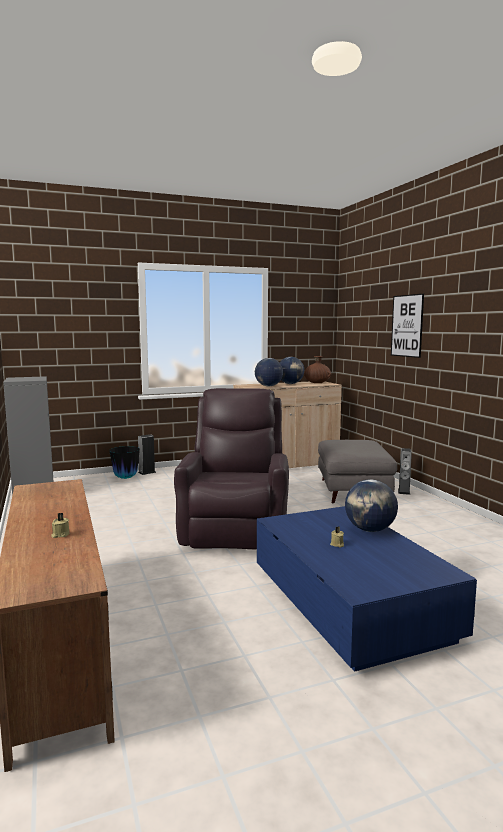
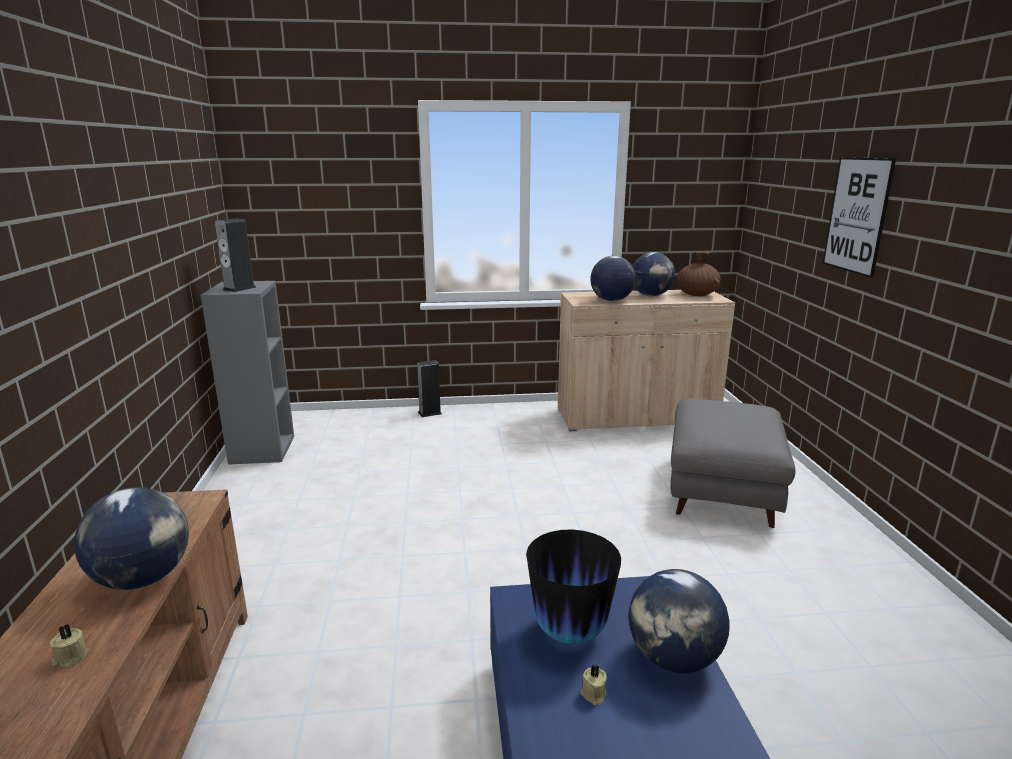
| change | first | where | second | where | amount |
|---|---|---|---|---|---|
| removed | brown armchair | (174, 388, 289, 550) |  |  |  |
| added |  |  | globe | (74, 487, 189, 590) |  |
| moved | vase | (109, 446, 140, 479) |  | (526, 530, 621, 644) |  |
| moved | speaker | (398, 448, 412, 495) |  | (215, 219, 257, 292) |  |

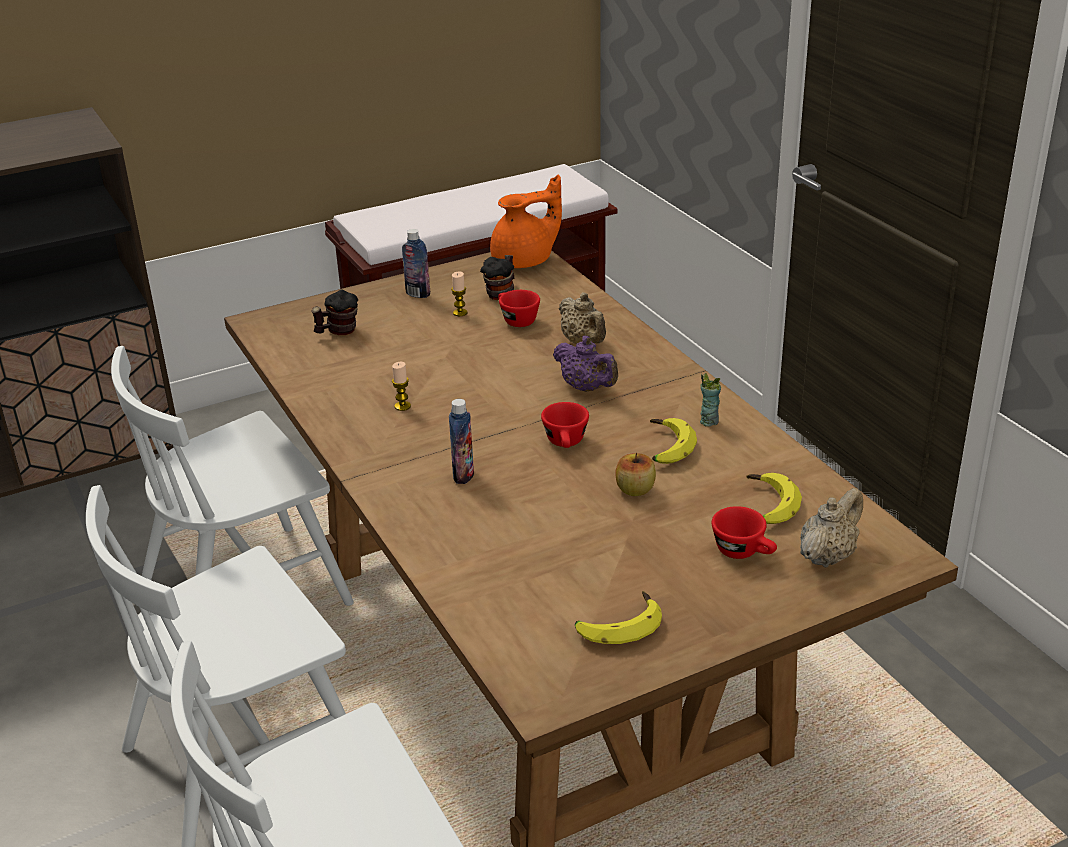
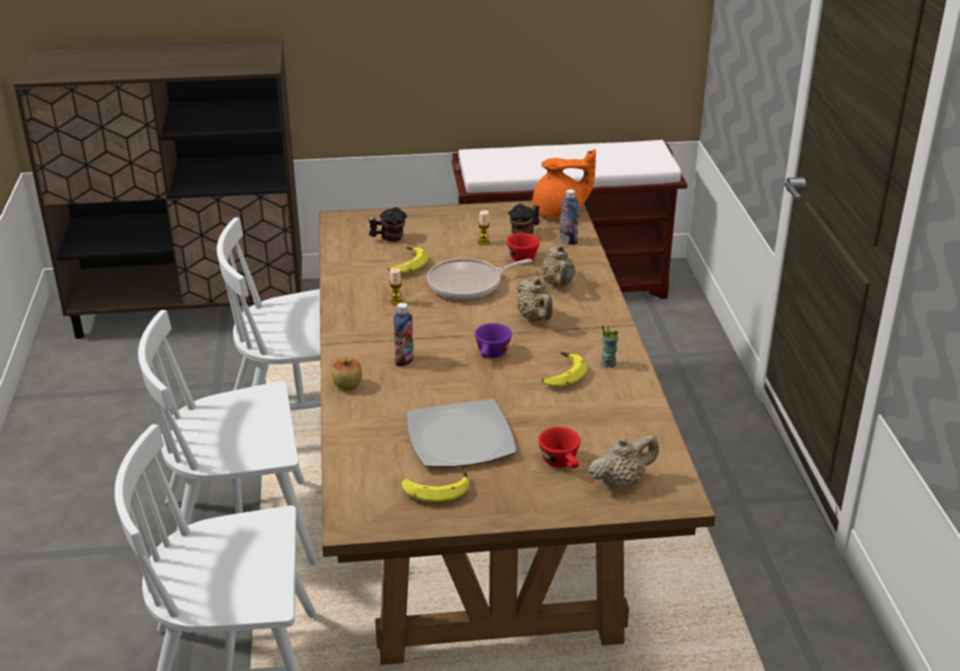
| change | first | where | second | where | amount |
|---|---|---|---|---|---|
| added |  |  | plate | (406, 399, 516, 467) |  |
| added |  |  | frying pan | (427, 258, 532, 300) |  |
| moved | bottle | (402, 229, 430, 298) |  | (560, 189, 579, 245) |  |
| moved | apple | (615, 453, 656, 496) |  | (331, 357, 362, 390) |  |
| moved | banana | (747, 473, 802, 524) |  | (388, 246, 428, 275) |  |
| recoloured | red cup | (541, 402, 589, 448) | purple cup | (475, 323, 512, 358) |  |
| recoloured | purple teapot | (553, 336, 618, 392) | beige teapot | (517, 277, 553, 321) |  |

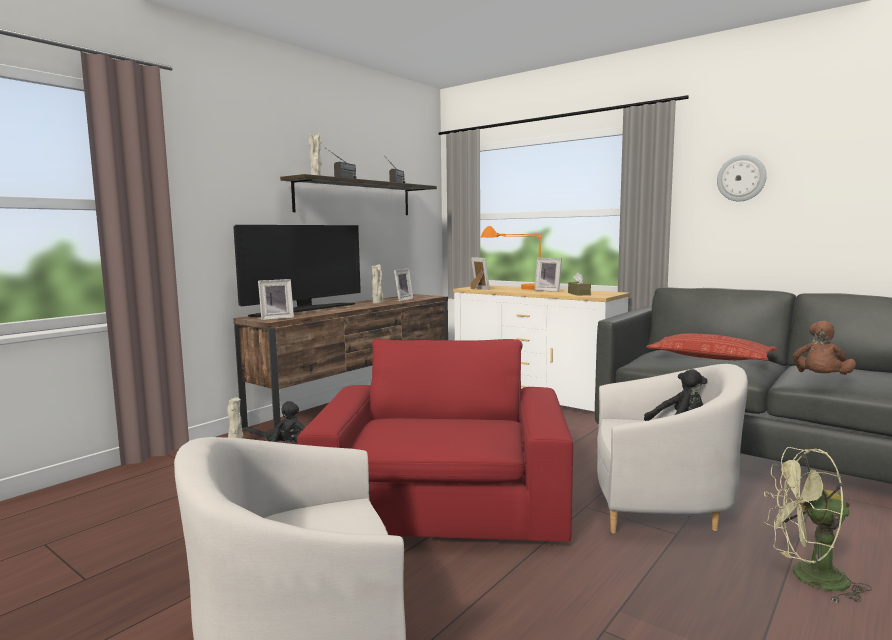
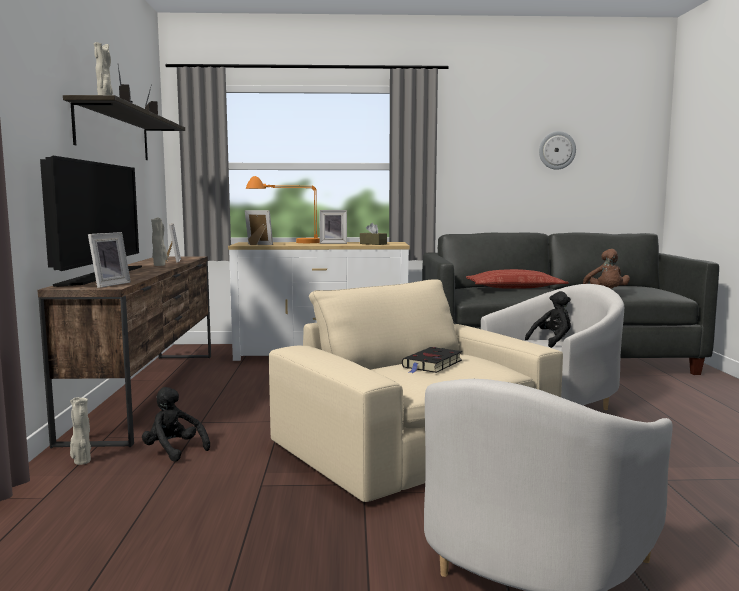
| change | first | where | second | where | amount |
|---|---|---|---|---|---|
| removed | green fan | (764, 447, 872, 603) |  |  |  |
| added |  |  | black book | (402, 347, 462, 373) |  |
| moved | wall clock | (717, 155, 767, 202) |  | (539, 131, 576, 170) |  |
| recoloured | red armchair | (297, 339, 573, 542) | beige armchair | (269, 279, 563, 502) |  |

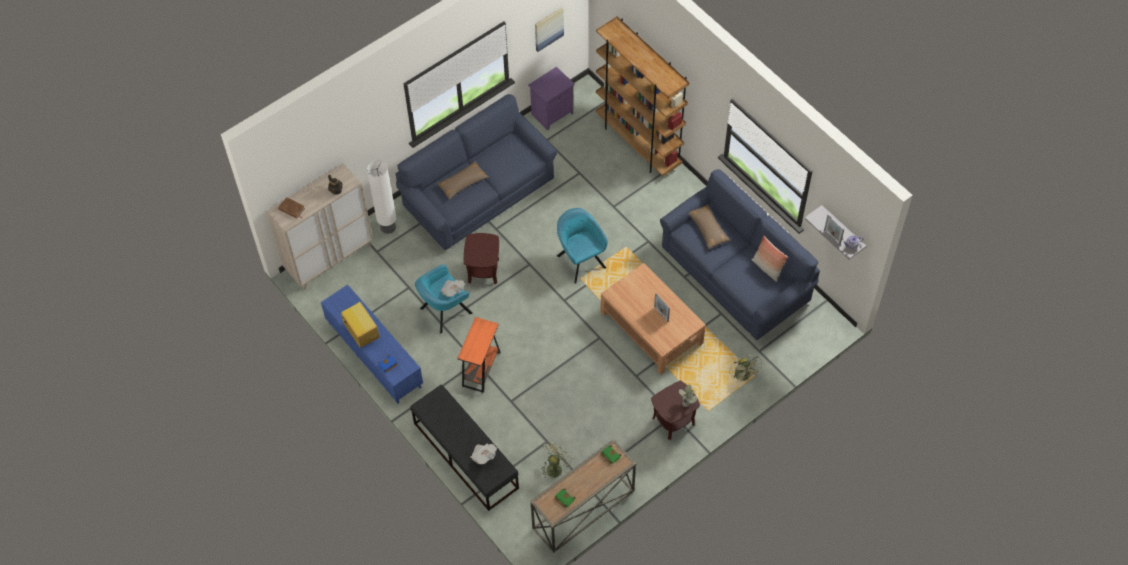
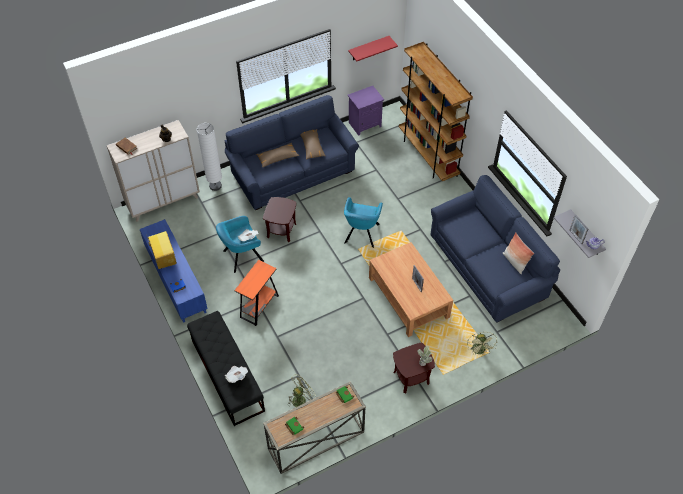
| change | first | where | second | where | amount |
|---|---|---|---|---|---|
| moved | brown pillow | (688, 204, 731, 249) |  | (300, 129, 325, 160) |  |
| replaced | picture | (535, 8, 564, 52) | red shelf | (348, 36, 398, 61) |  |
| turned | turquoise armchair | (557, 208, 608, 284) |  | (344, 197, 383, 248) | 150 degrees counterclockwise |

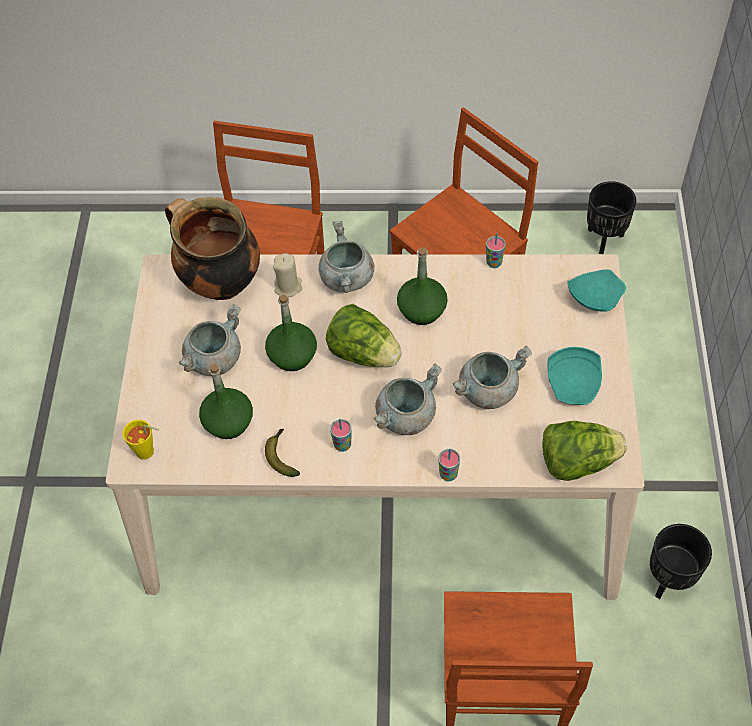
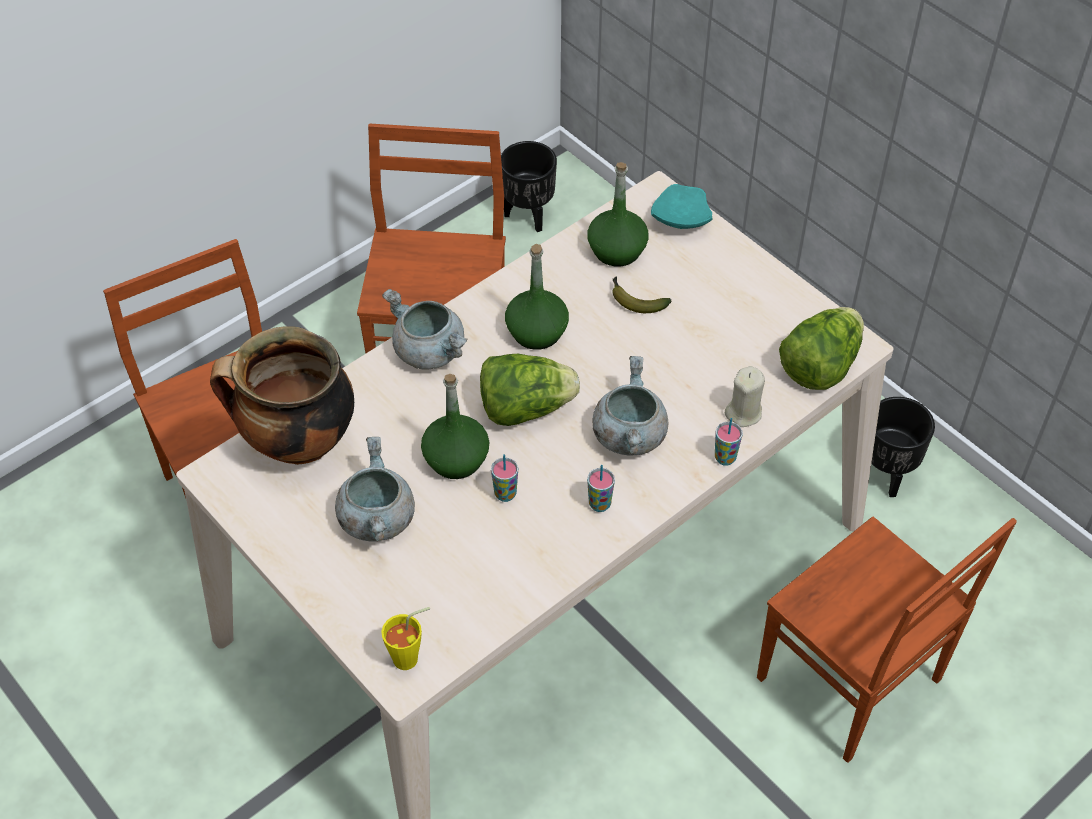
| change | first | where | second | where | amount |
|---|---|---|---|---|---|
| removed | grey cooking pot | (452, 345, 532, 409) |  |  |  |
| removed | turquoise plate | (547, 347, 602, 405) |  |  |  |
| moved | green bottle | (199, 364, 253, 439) |  | (587, 162, 649, 267) |  |
| moved | banana | (265, 429, 300, 477) |  | (612, 276, 672, 313) |  |
| moved | beige candle | (273, 253, 302, 297) |  | (725, 366, 765, 427) |  |
| moved | cup | (486, 233, 506, 268) |  | (491, 454, 518, 502) |  |

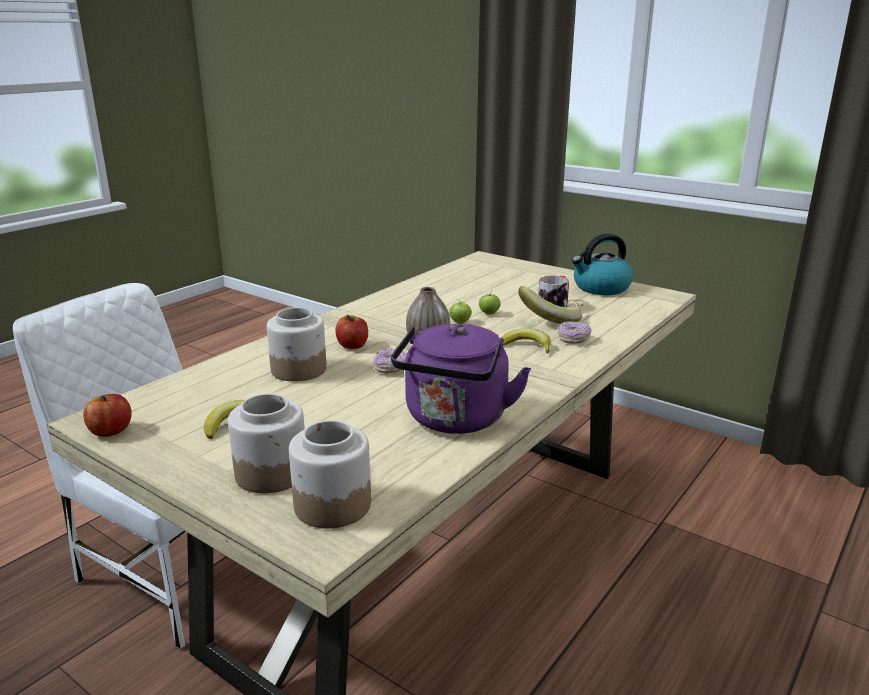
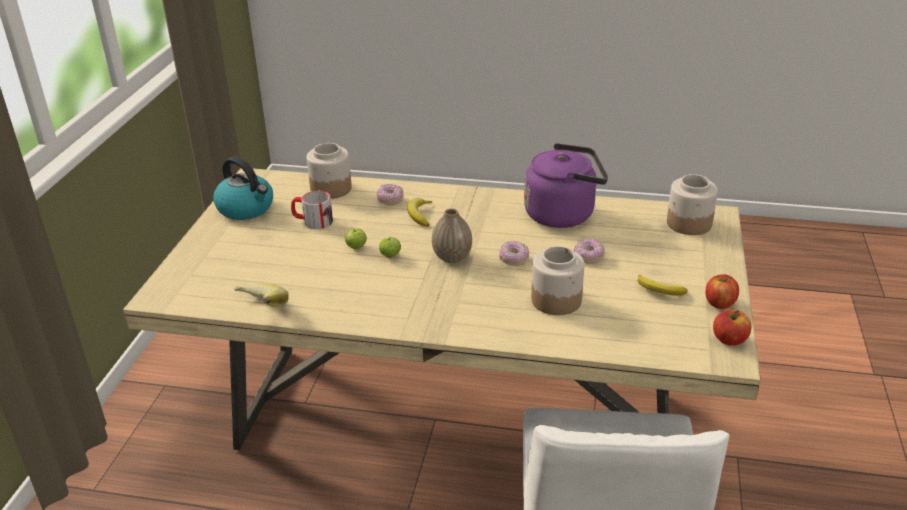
| change | first | where | second | where | amount |
|---|---|---|---|---|---|
| added |  |  | donut | (574, 238, 605, 264) |  |
| moved | jar | (228, 394, 305, 493) |  | (307, 143, 352, 199) |  |
| moved | apple | (335, 314, 368, 349) |  | (706, 274, 739, 309) |  |
| moved | banana | (518, 286, 584, 324) |  | (234, 284, 289, 307) |  |

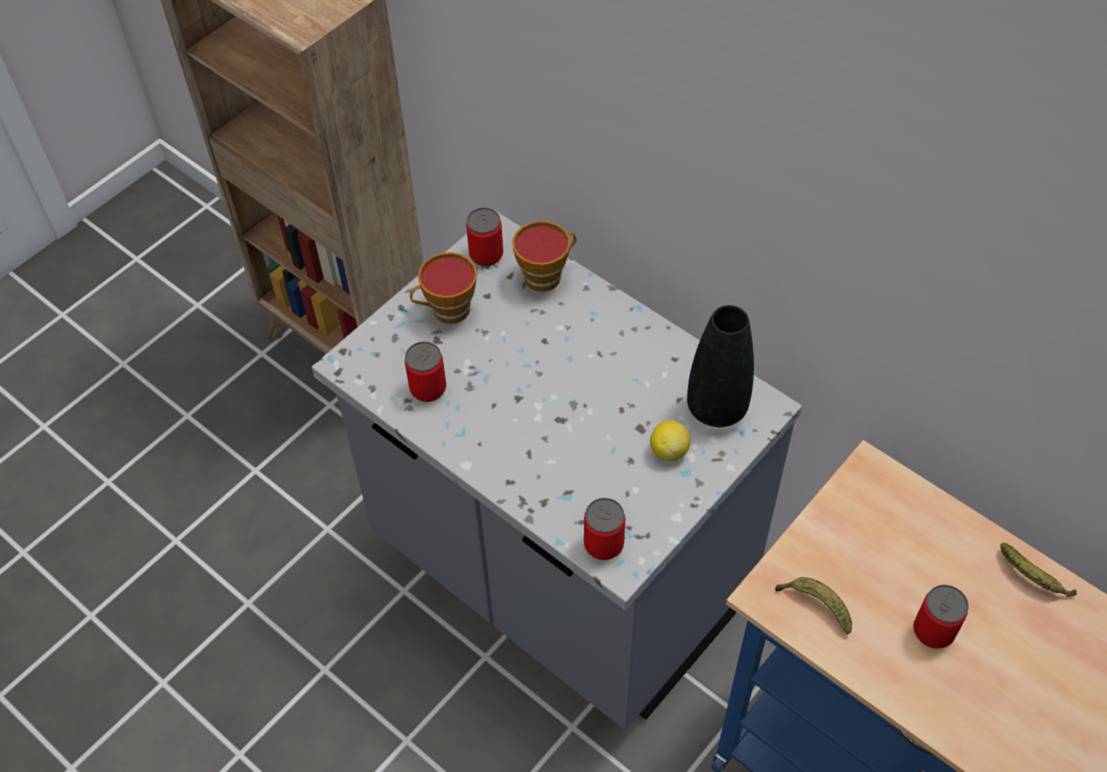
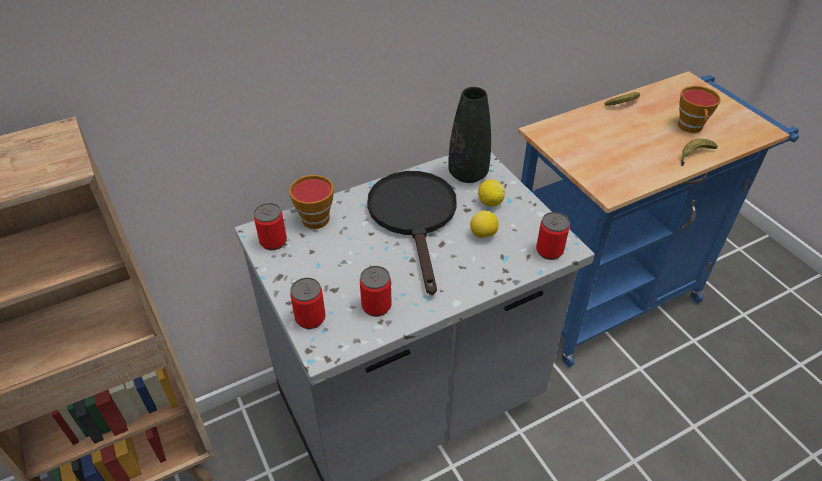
| change | first | where | second | where | amount |
|---|---|---|---|---|---|
| added |  |  | black frying pan | (367, 171, 457, 295) |  |
| added |  |  | lemon | (470, 210, 499, 238) |  |
| moved | cup | (410, 252, 477, 324) |  | (678, 86, 721, 133) |  |
| moved | banana | (775, 577, 852, 634) |  | (681, 139, 718, 166) |  |
| moved | can | (913, 585, 969, 648) |  | (290, 278, 326, 329) |  |

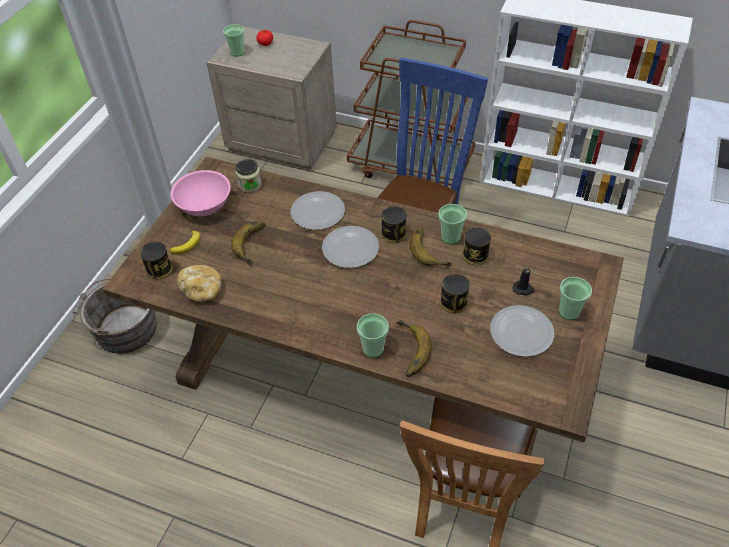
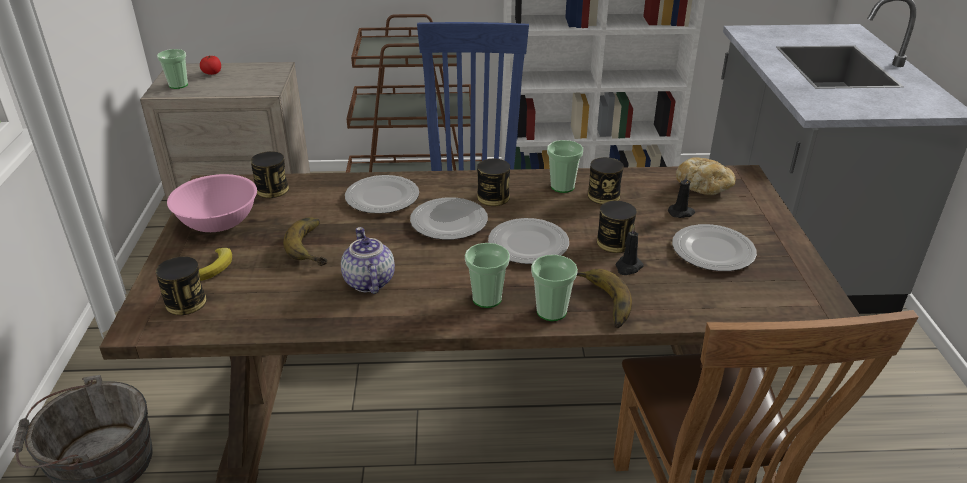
| change | first | where | second | where | amount |
|---|---|---|---|---|---|
| removed | banana | (410, 228, 452, 268) |  |  |  |
| added |  |  | teapot | (341, 227, 395, 294) |  |
| added |  |  | plate | (488, 218, 569, 264) |  |
| added |  |  | black candle | (616, 225, 644, 275) |  |
| moved | bread | (177, 265, 221, 301) |  | (676, 157, 736, 195) |  |
| moved | cup | (559, 277, 592, 320) |  | (465, 243, 510, 308) |  |
| replaced | jar | (236, 159, 262, 192) | can | (251, 151, 289, 198) |  |

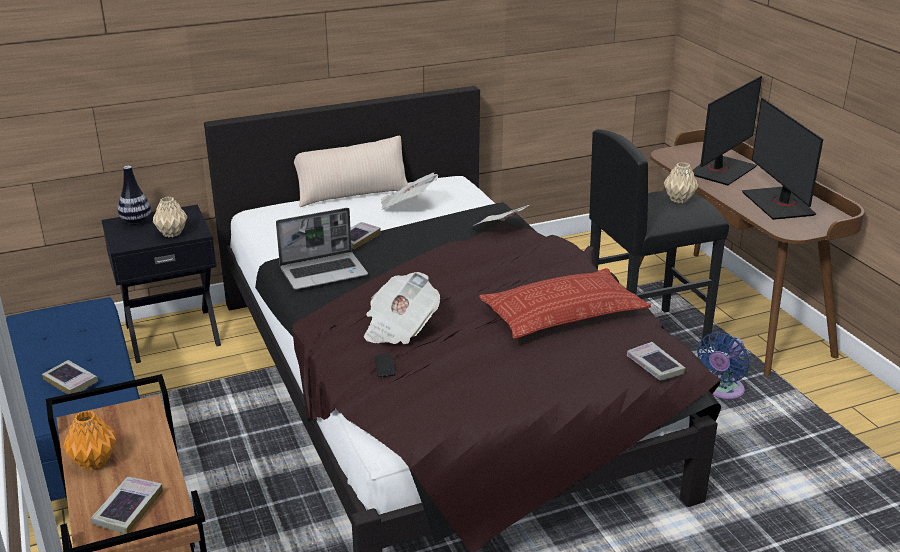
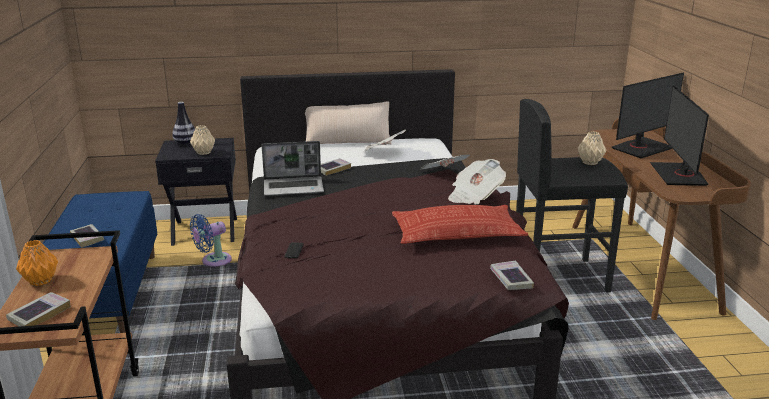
| change | first | where | second | where | amount |
|---|---|---|---|---|---|
| moved | newspaper | (364, 272, 440, 344) |  | (448, 159, 506, 205) |  |
| moved | blue fan | (697, 332, 749, 399) |  | (190, 214, 232, 266) |  |

